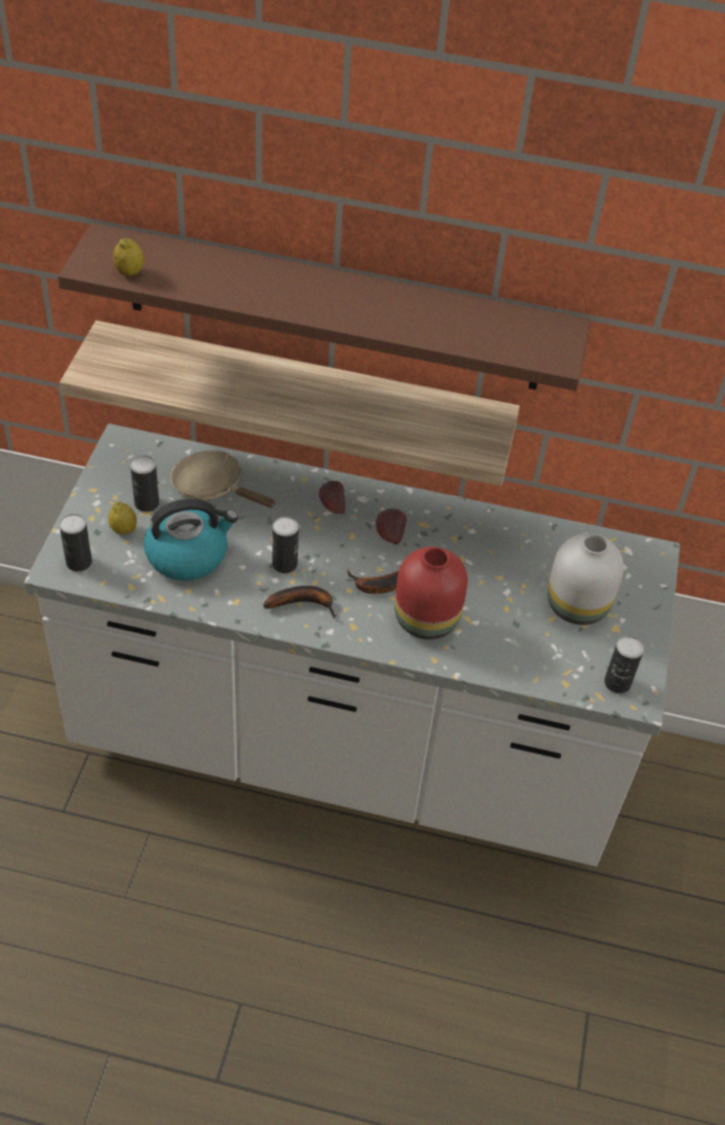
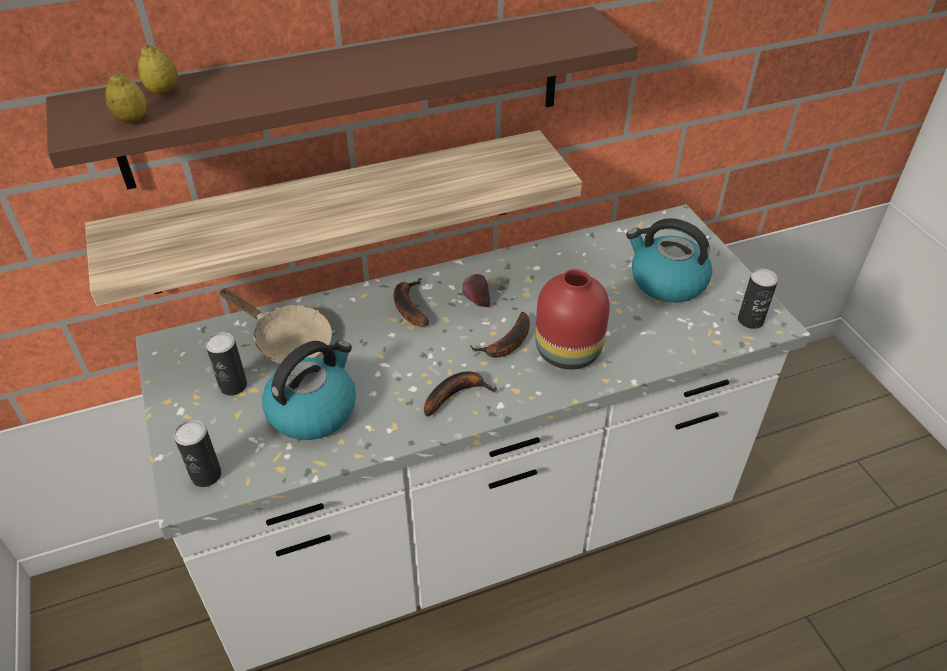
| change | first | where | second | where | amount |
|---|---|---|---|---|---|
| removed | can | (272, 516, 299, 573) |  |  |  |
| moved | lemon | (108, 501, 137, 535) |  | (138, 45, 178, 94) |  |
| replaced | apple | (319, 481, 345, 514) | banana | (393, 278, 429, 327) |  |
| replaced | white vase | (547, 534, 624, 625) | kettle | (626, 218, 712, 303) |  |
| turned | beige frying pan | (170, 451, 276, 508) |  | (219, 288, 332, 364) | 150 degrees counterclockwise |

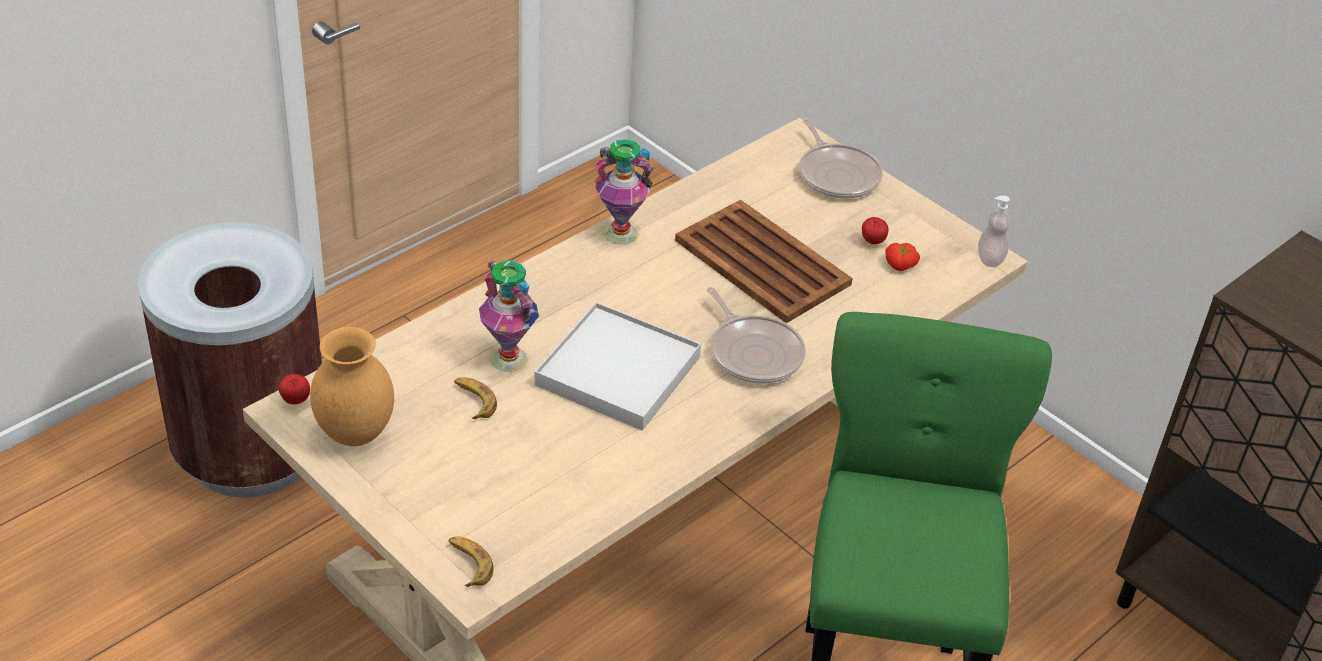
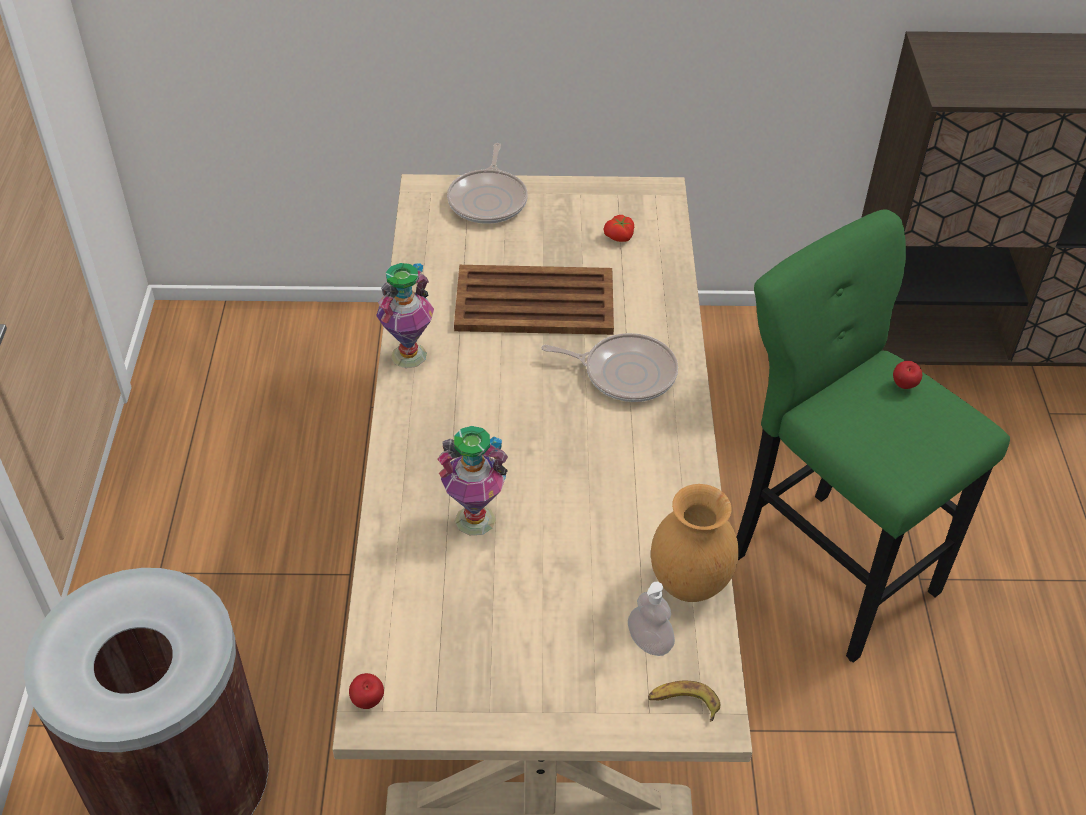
| change | first | where | second | where | amount |
|---|---|---|---|---|---|
| removed | banana | (454, 377, 497, 419) |  |  |  |
| removed | white tray | (534, 302, 701, 431) |  |  |  |
| moved | brown vase | (310, 327, 394, 446) |  | (651, 484, 739, 602) |  |
| moved | apple | (862, 217, 889, 244) |  | (893, 361, 922, 389) |  |
| moved | soap dispenser | (978, 195, 1010, 267) |  | (628, 582, 675, 656) |  |
| turned | frying pan | (799, 119, 883, 199) |  | (447, 143, 528, 224) | 75 degrees clockwise |

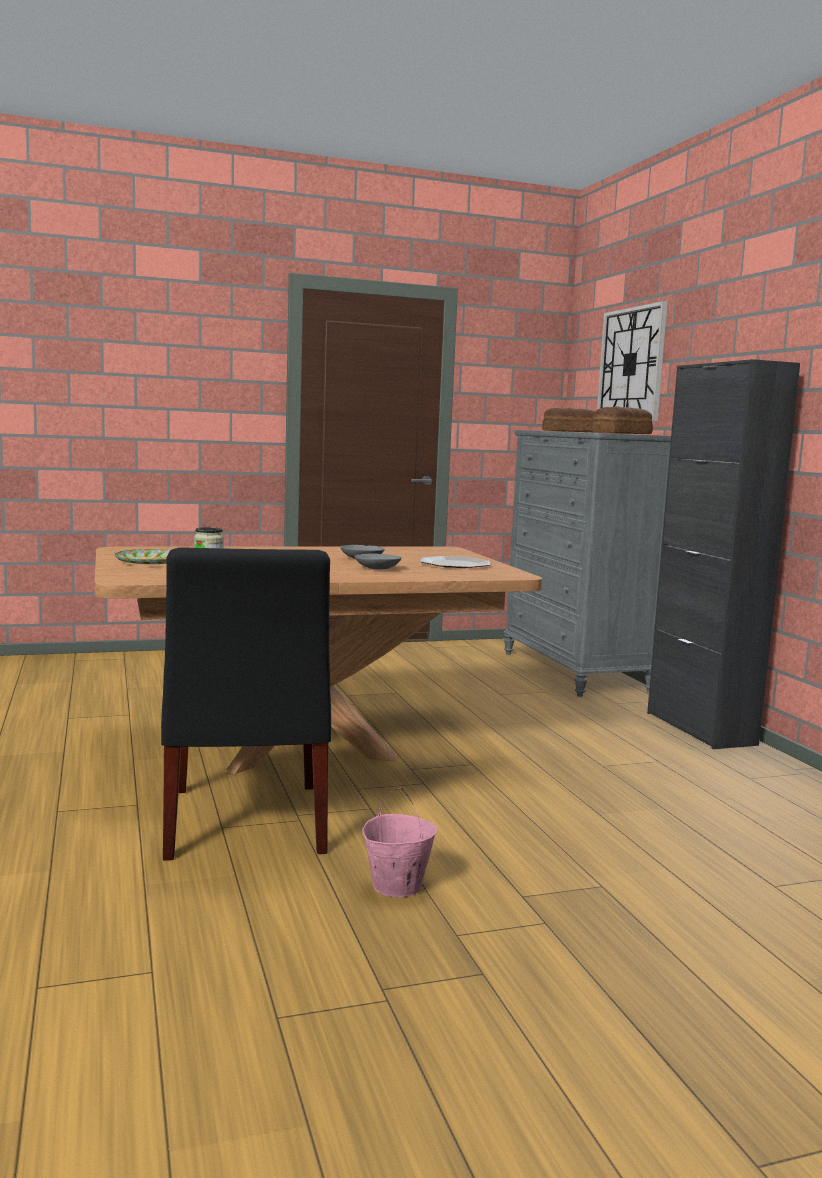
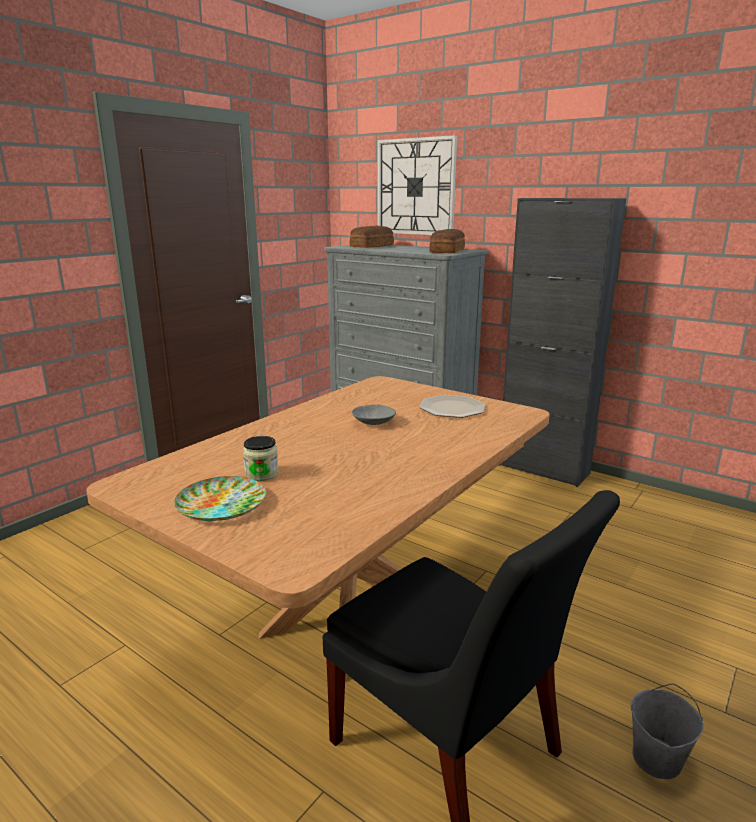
| change | first | where | second | where | amount |
|---|---|---|---|---|---|
| removed | grey bowl | (355, 553, 402, 569) |  |  |  |
| recoloured | pink bucket | (362, 788, 437, 897) | grey bucket | (631, 683, 704, 779) |  |

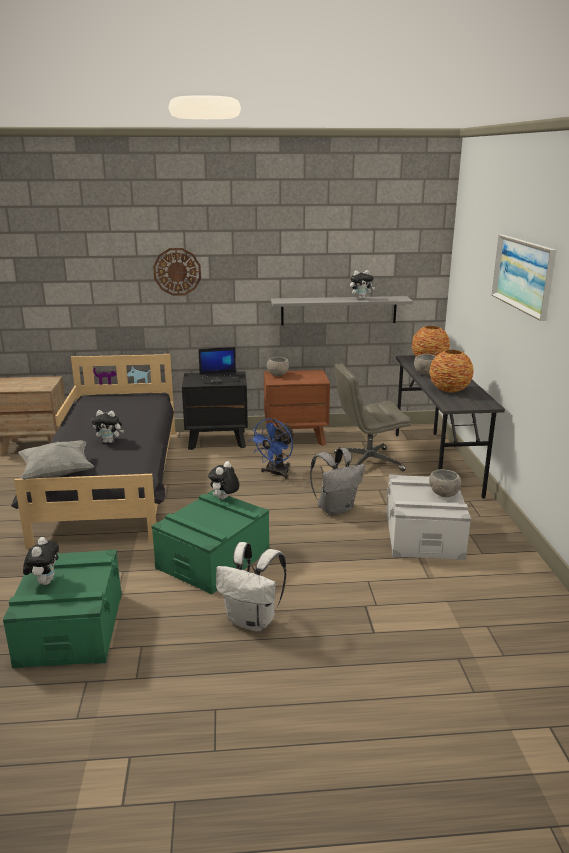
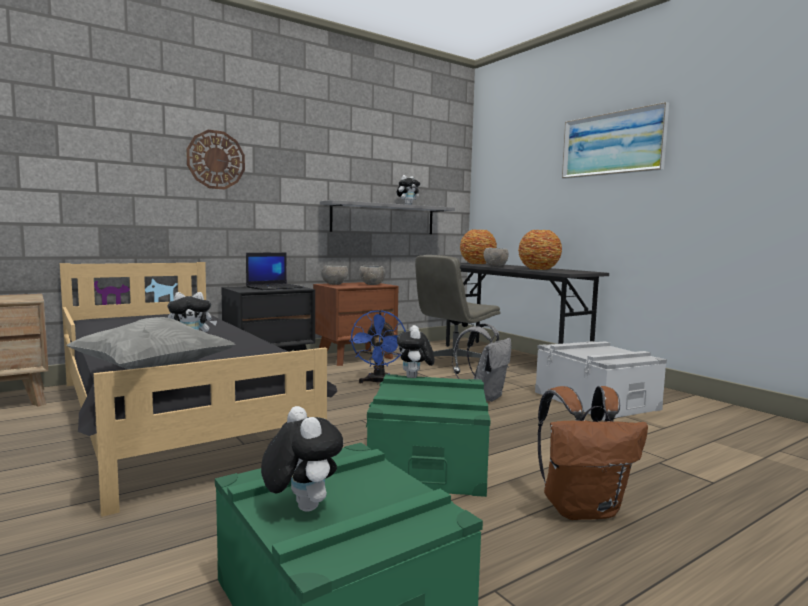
| change | first | where | second | where | amount |
|---|---|---|---|---|---|
| moved | grey bowl | (429, 469, 461, 497) |  | (359, 266, 386, 285) |  |
| recoloured | white backpack | (216, 542, 286, 632) | brown backpack | (537, 386, 648, 520) |  |

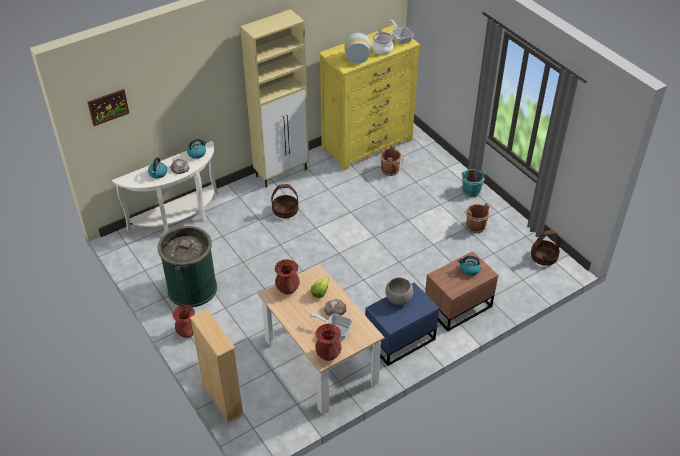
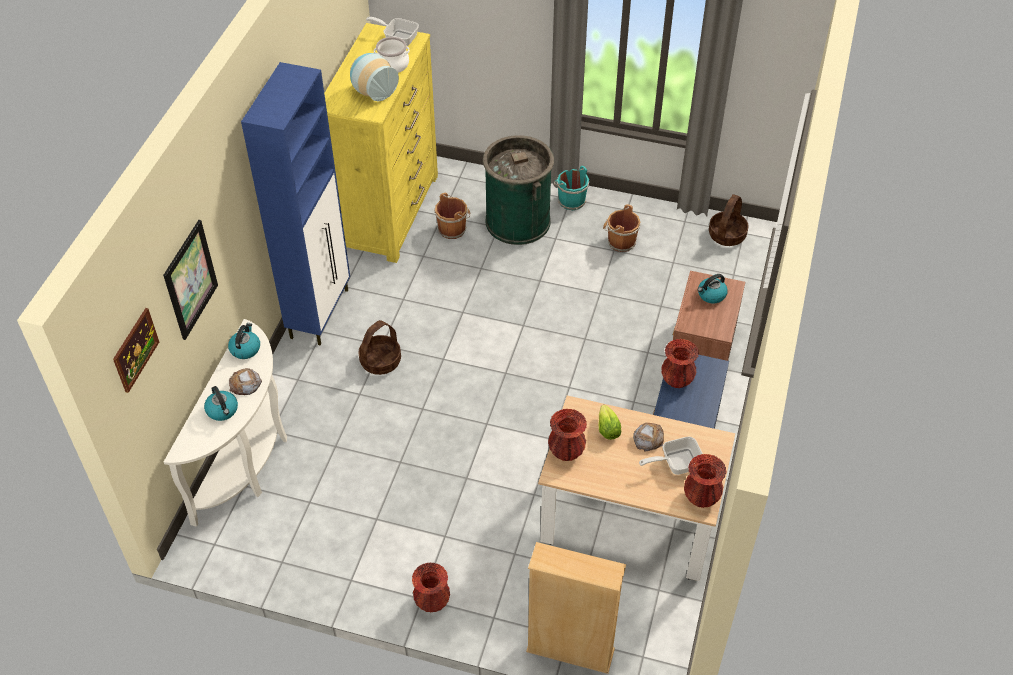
| change | first | where | second | where | amount |
|---|---|---|---|---|---|
| added |  |  | picture | (163, 220, 218, 340) |  |
| moved | green trash can | (157, 226, 217, 308) |  | (483, 135, 554, 245) |  |
| replaced | grey bowl | (385, 278, 413, 305) | red vase | (661, 339, 699, 388) |  |
| recoloured | beige cabinet | (240, 9, 309, 187) | blue cabinet | (241, 62, 350, 346) |  |

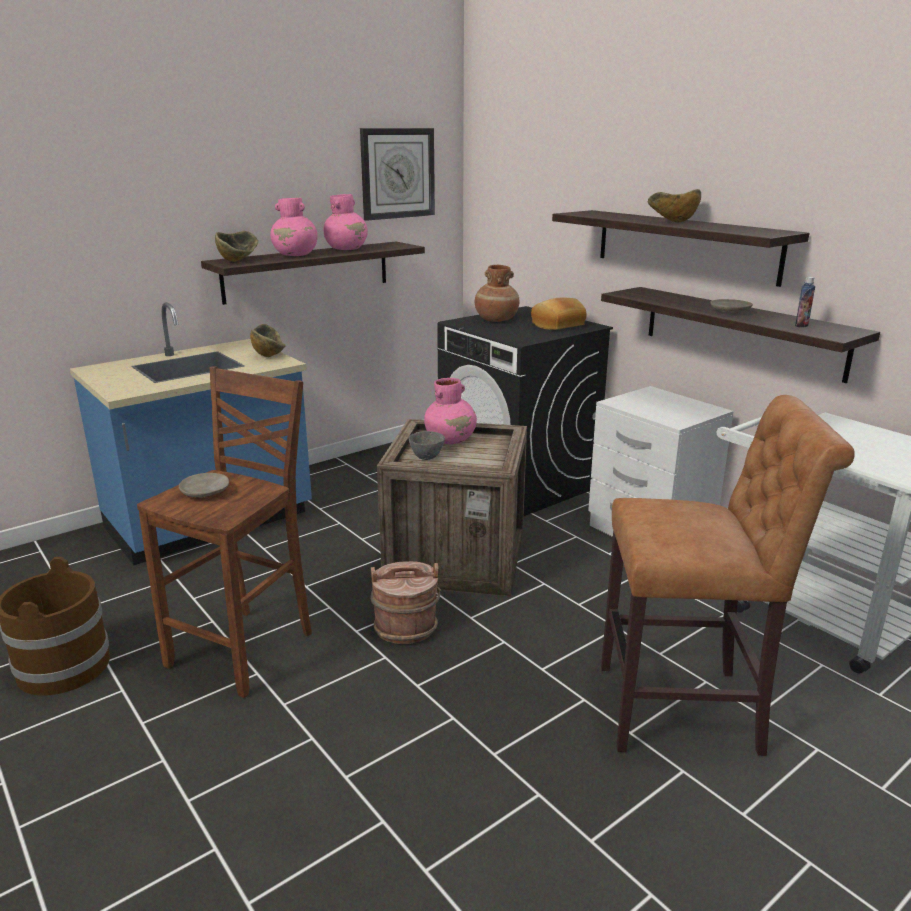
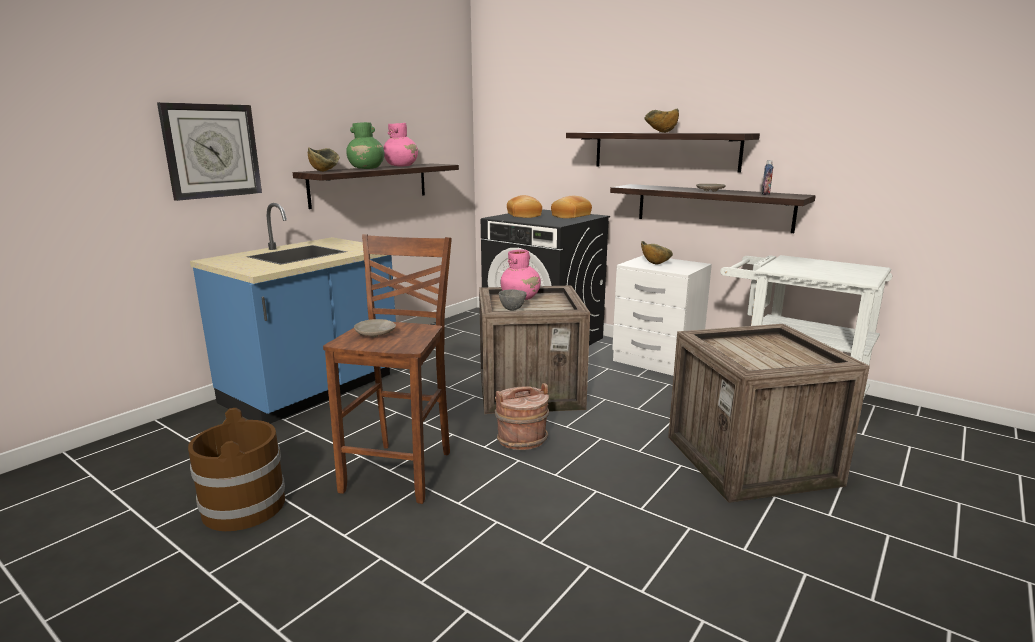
| change | first | where | second | where | amount |
|---|---|---|---|---|---|
| moved | bowl | (250, 324, 286, 357) |  | (641, 241, 673, 265) |  |
| moved | wall clock | (360, 128, 435, 221) |  | (157, 102, 262, 201) |  |
| replaced | brown vase | (475, 265, 520, 322) | bread | (507, 195, 542, 218) |  |
| replaced | brown stool | (601, 395, 855, 756) | crate | (668, 324, 870, 503) |  |
| recoloured | pink vase | (270, 198, 318, 256) | green vase | (346, 122, 385, 169) |  |

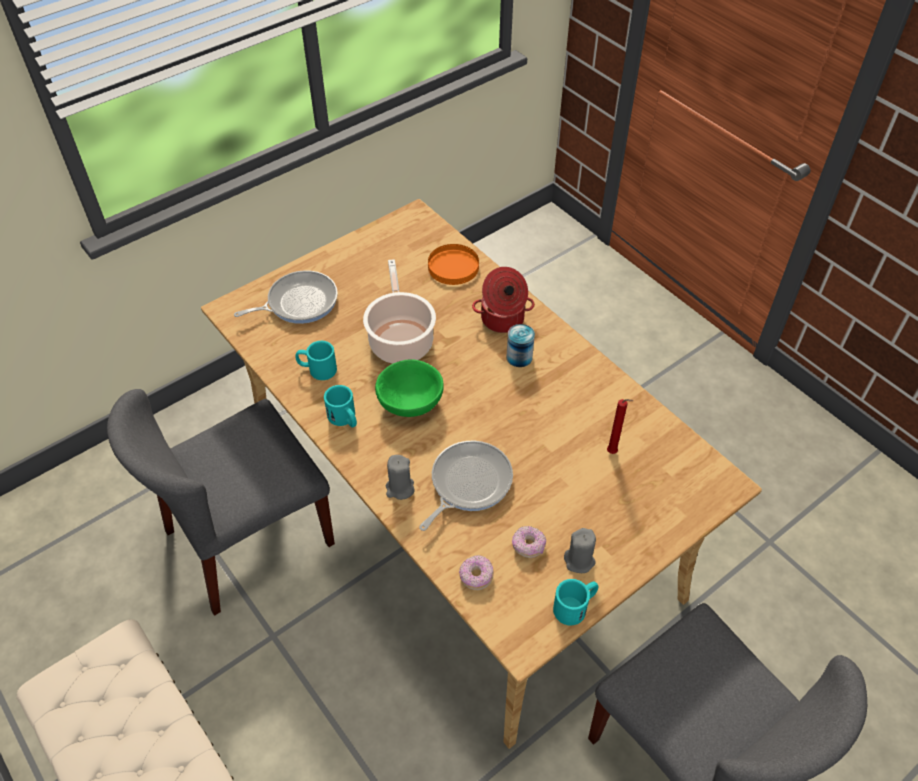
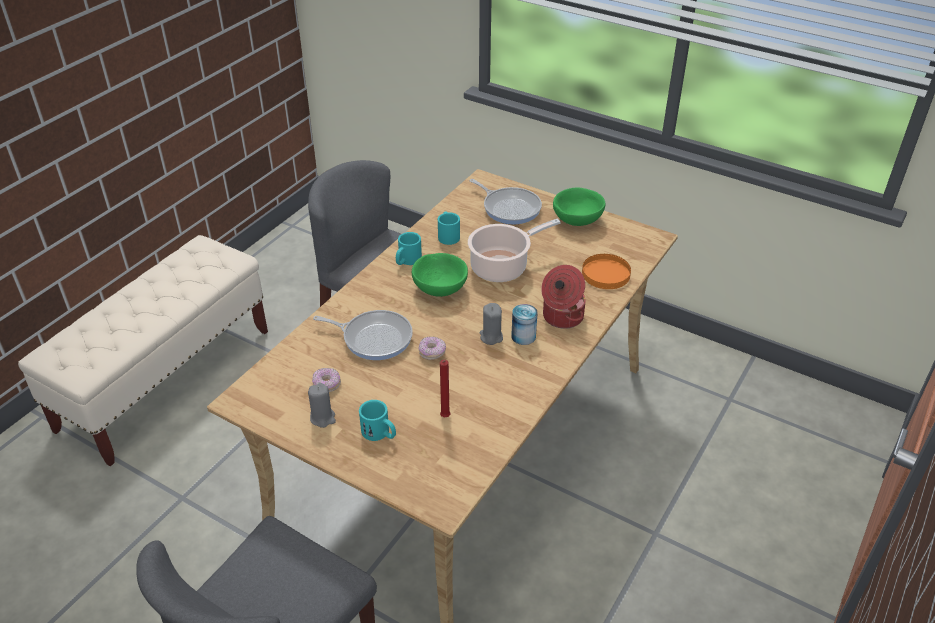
| change | first | where | second | where | amount |
|---|---|---|---|---|---|
| added |  |  | green bowl | (553, 187, 605, 226) |  |
| moved | grey candle | (386, 455, 415, 500) |  | (479, 303, 503, 345) |  |
| moved | donut | (459, 555, 494, 590) |  | (418, 336, 446, 360) |  |
| moved | turquoise mug | (553, 579, 598, 625) |  | (359, 400, 396, 441) |  |

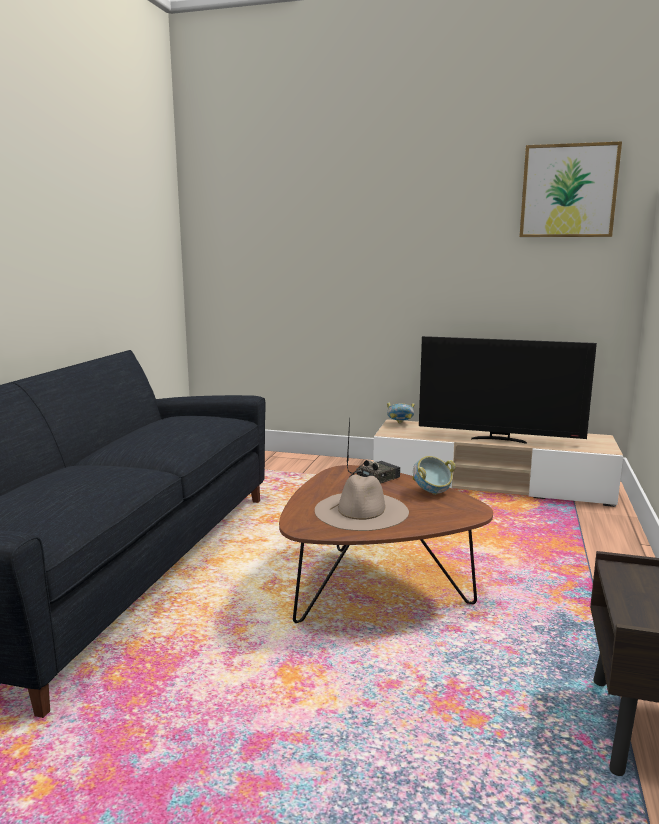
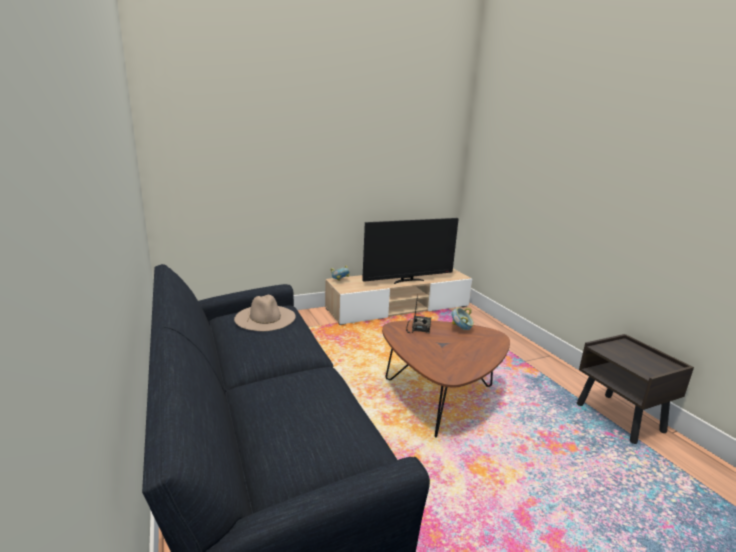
| change | first | where | second | where | amount |
|---|---|---|---|---|---|
| removed | picture | (519, 141, 622, 237) |  |  |  |
| moved | beige hat | (315, 475, 409, 531) |  | (234, 295, 296, 331) |  |

